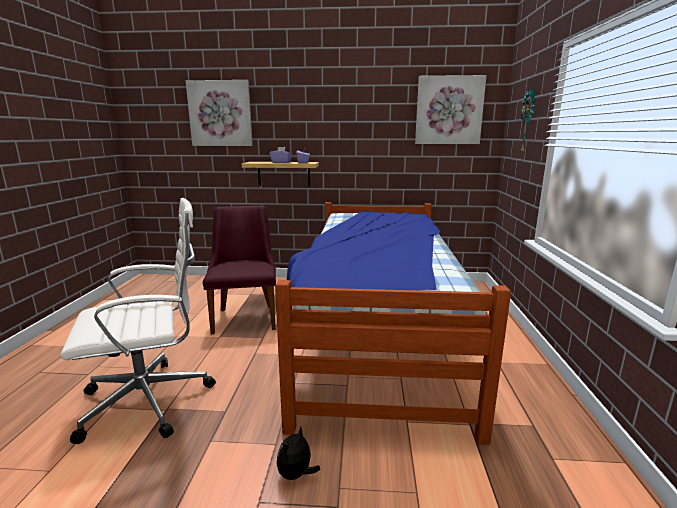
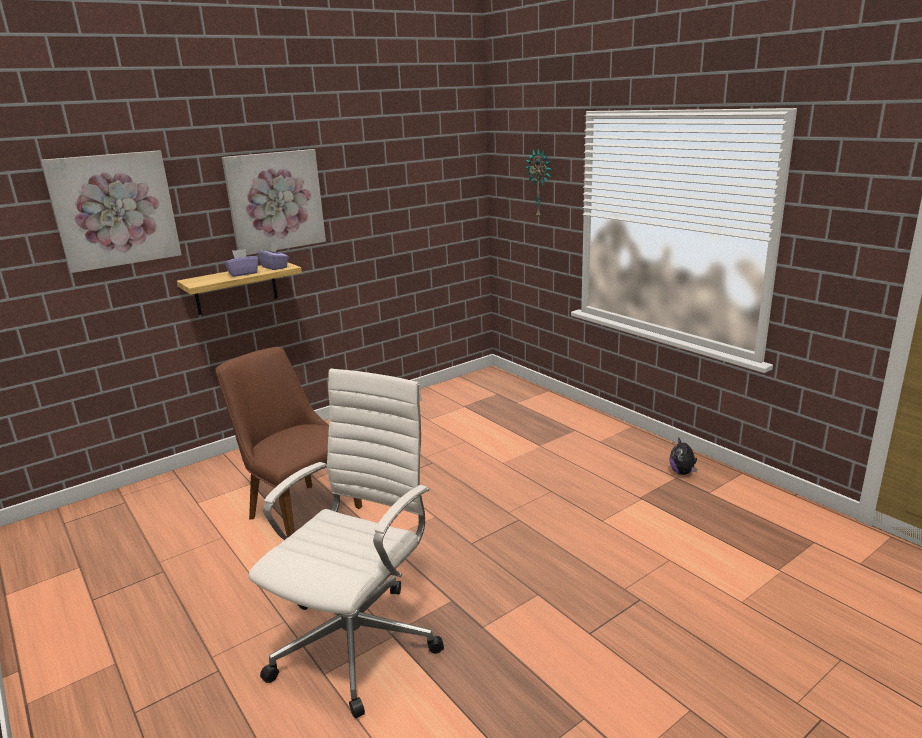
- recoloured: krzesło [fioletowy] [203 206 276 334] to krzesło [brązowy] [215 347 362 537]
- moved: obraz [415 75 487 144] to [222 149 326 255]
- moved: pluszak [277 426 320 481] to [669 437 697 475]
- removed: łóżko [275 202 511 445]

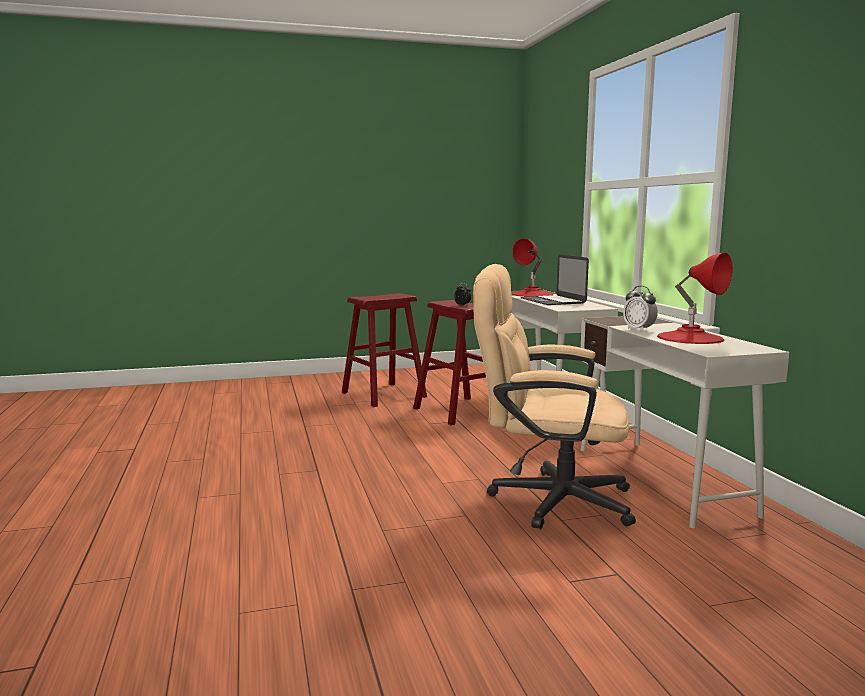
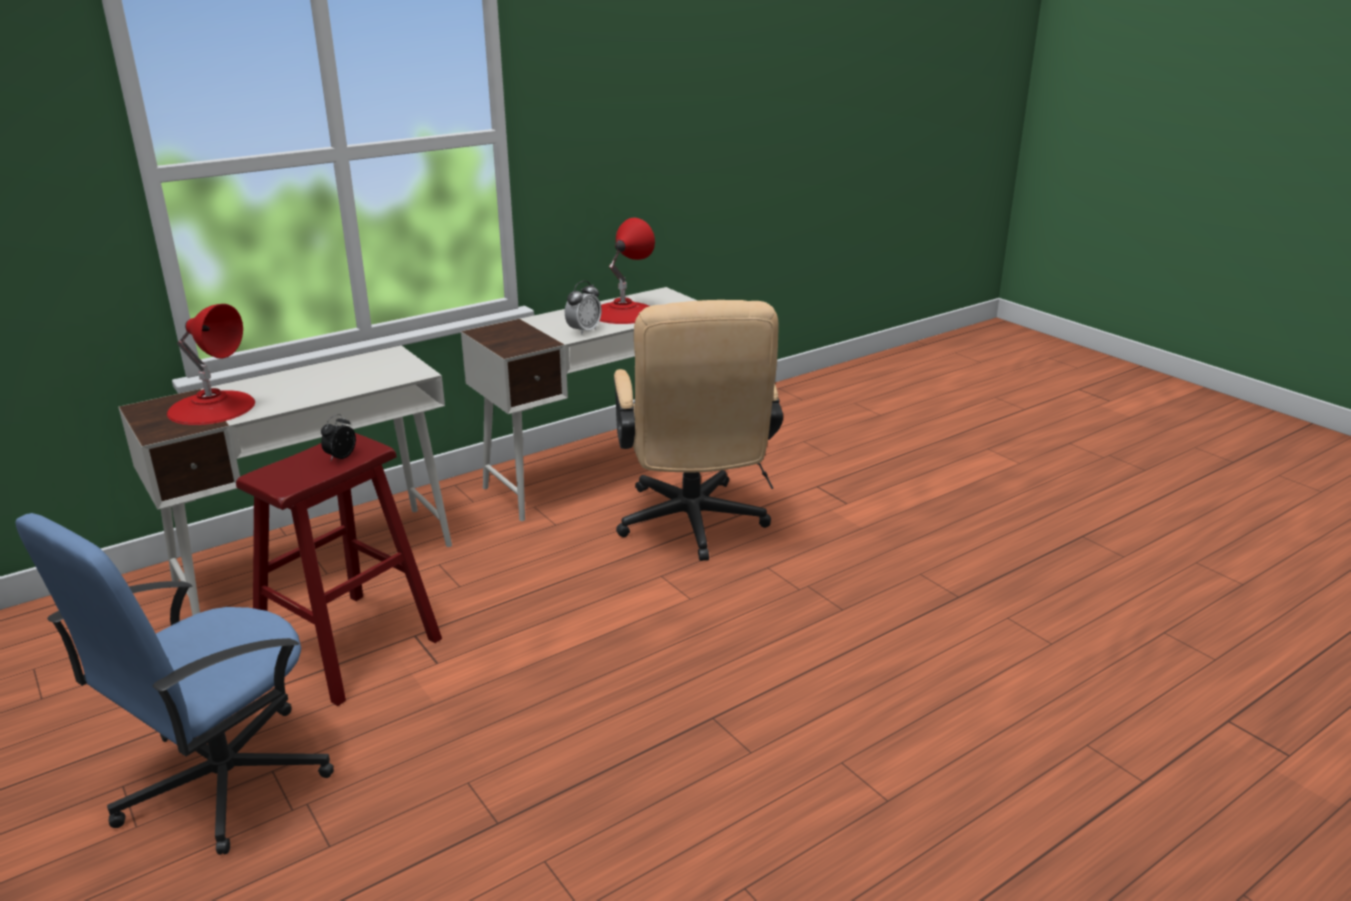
- replaced: stołek [czerwony] [342 293 427 407] to krzesło biurowe [niebieski] [15 513 334 855]
- removed: laptop [521 255 589 305]

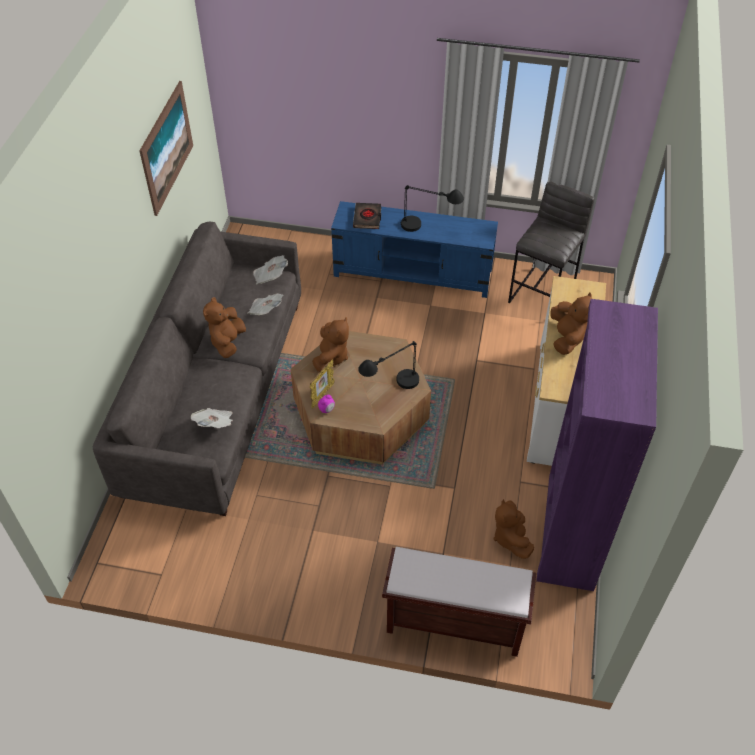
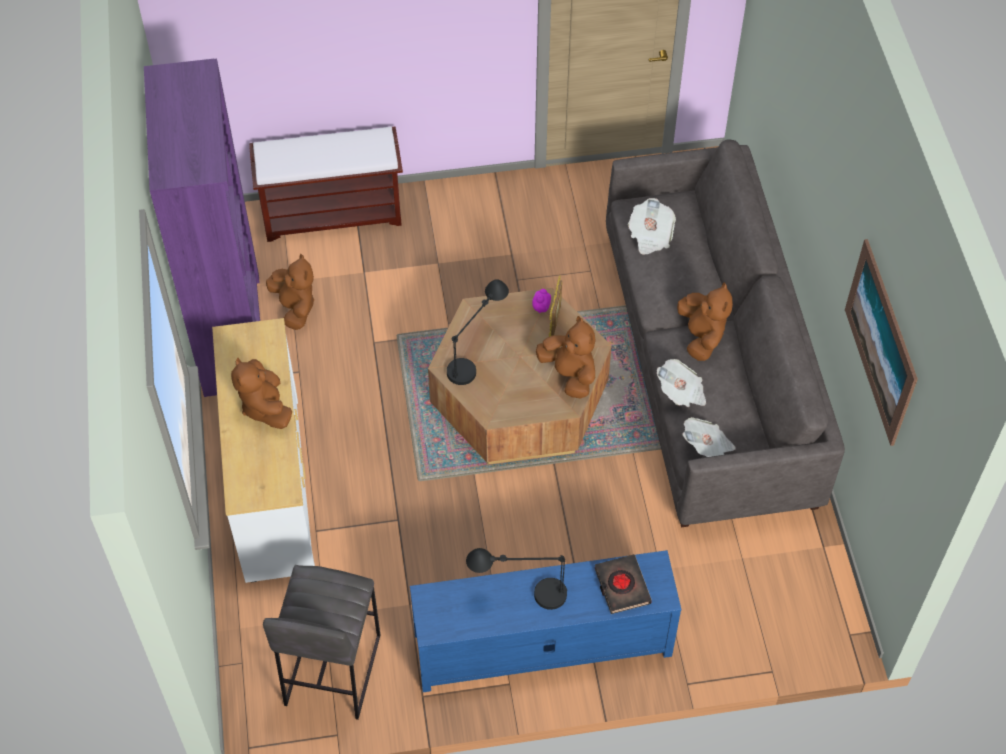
- turned: pluszak [brązowy] [312 317 349 372] = [536 316 596 399] 150 degrees clockwise

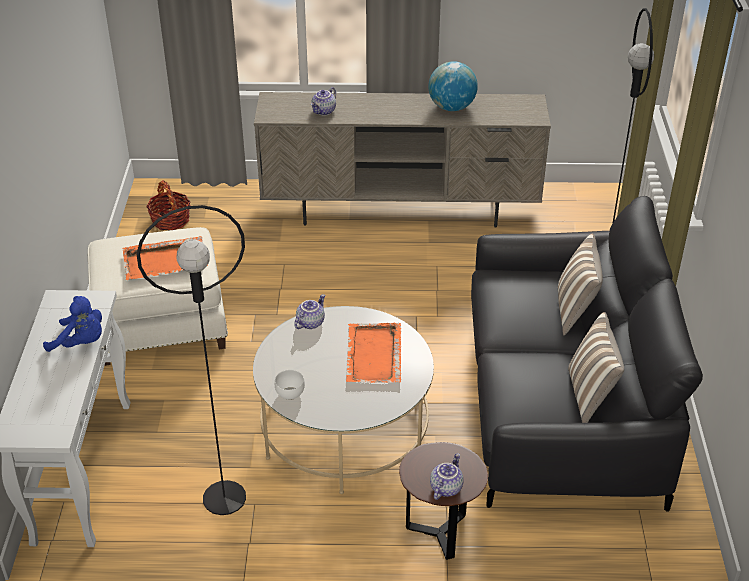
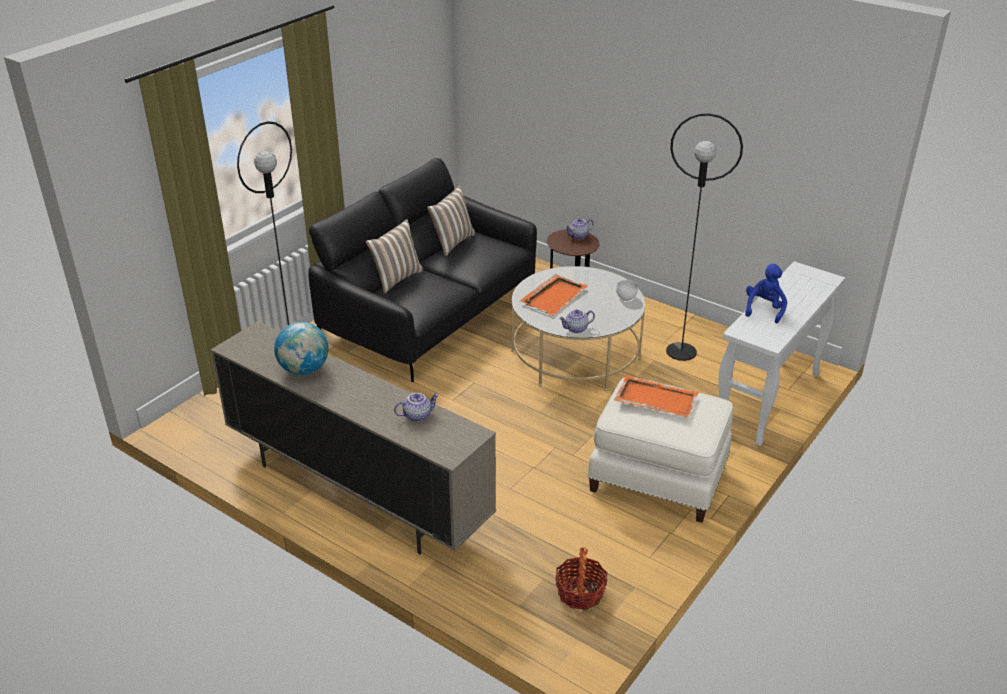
- turned: pluszak [niebieski] [43 296 102 352] = [745 264 787 324] 60 degrees clockwise

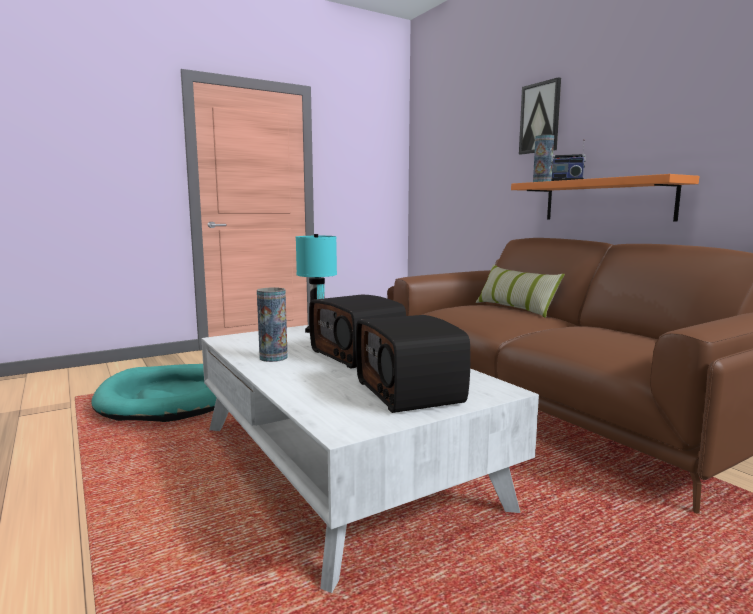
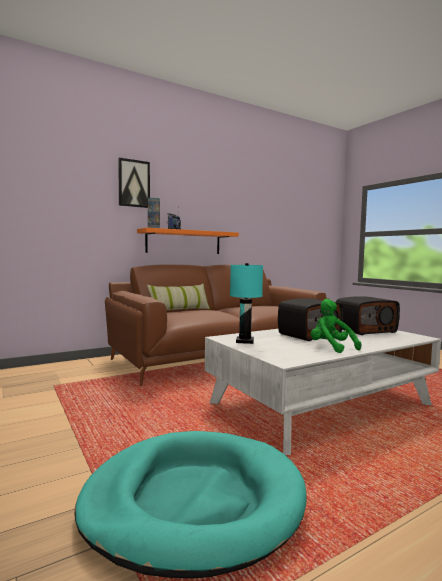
- replaced: wazon [257 287 288 362] to pluszak [zielony] [311 299 361 353]

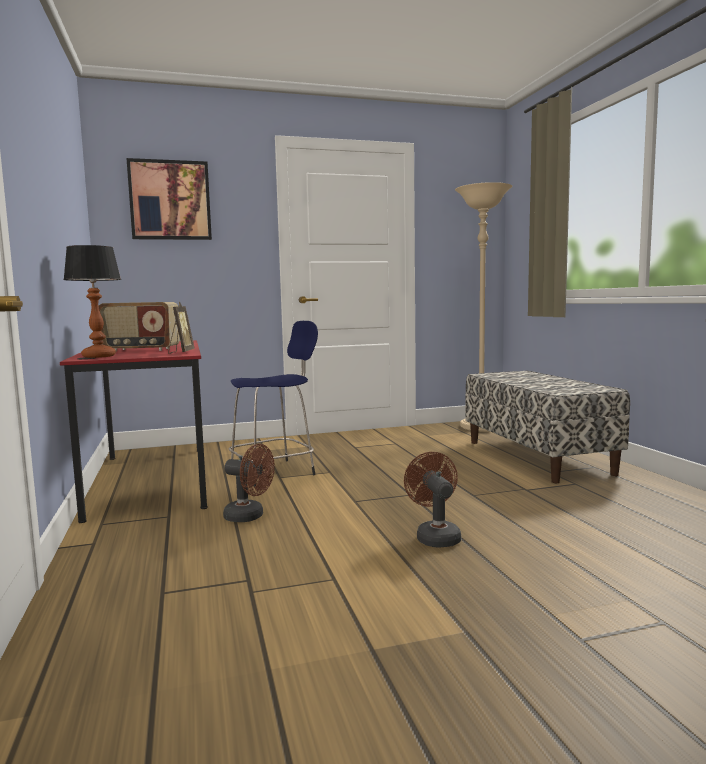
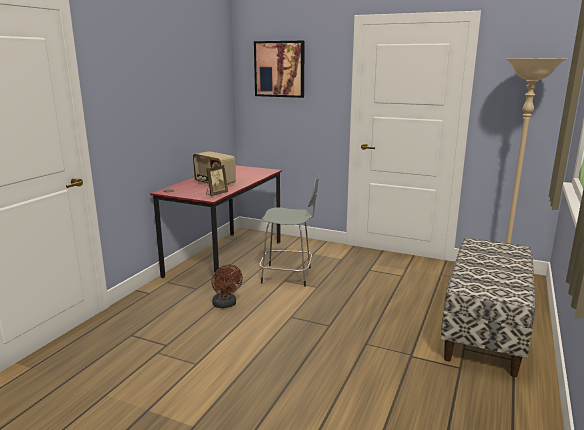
- recoloured: stołek [niebieski] [229 321 318 487] to stołek [szary] [259 175 319 286]
- removed: lampa stołowa [63 245 121 358]
- removed: wentylator [brązowy] [404 452 461 548]

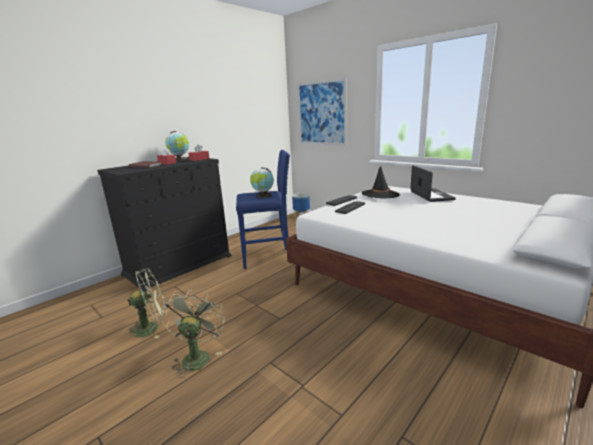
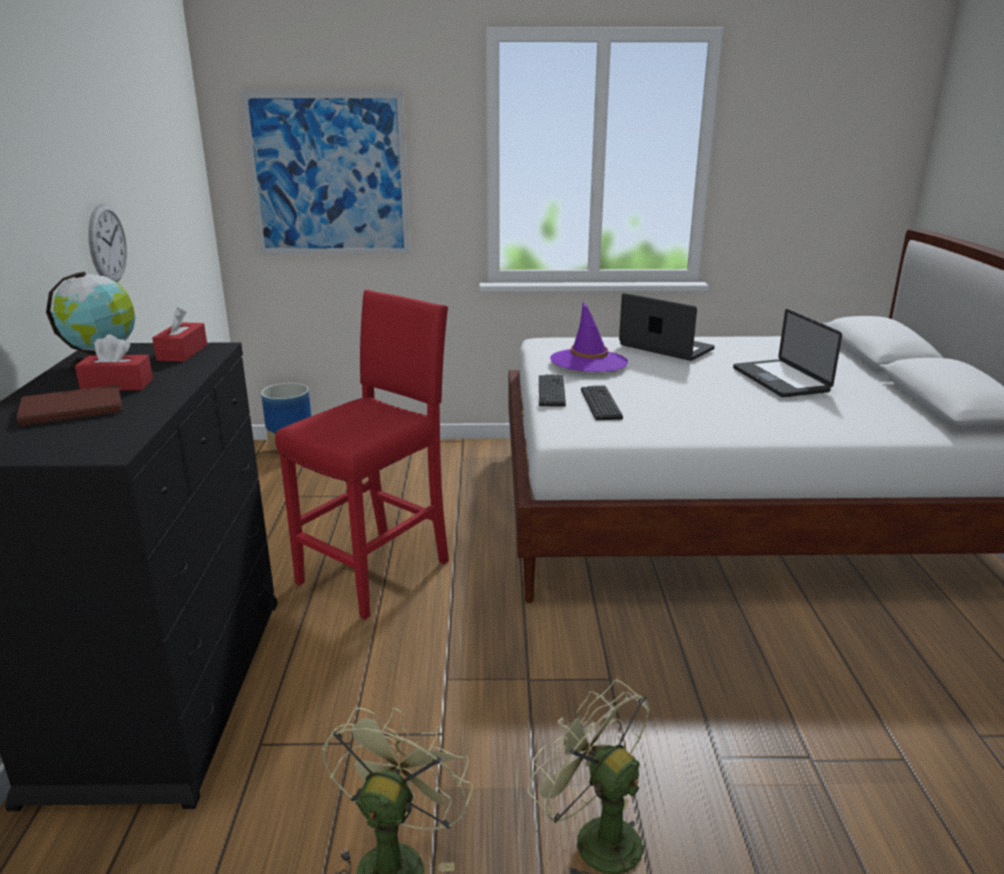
- added: zegar ścienny [88 204 127 282]
- recoloured: stołek [niebieski] [236 150 290 269] to stołek [czerwony] [275 290 449 620]
- recoloured: kapelusz [czarny] [362 166 400 199] to kapelusz [fioletowy] [550 301 628 372]
- added: laptop [733 309 842 397]
- removed: globus [250 167 274 198]

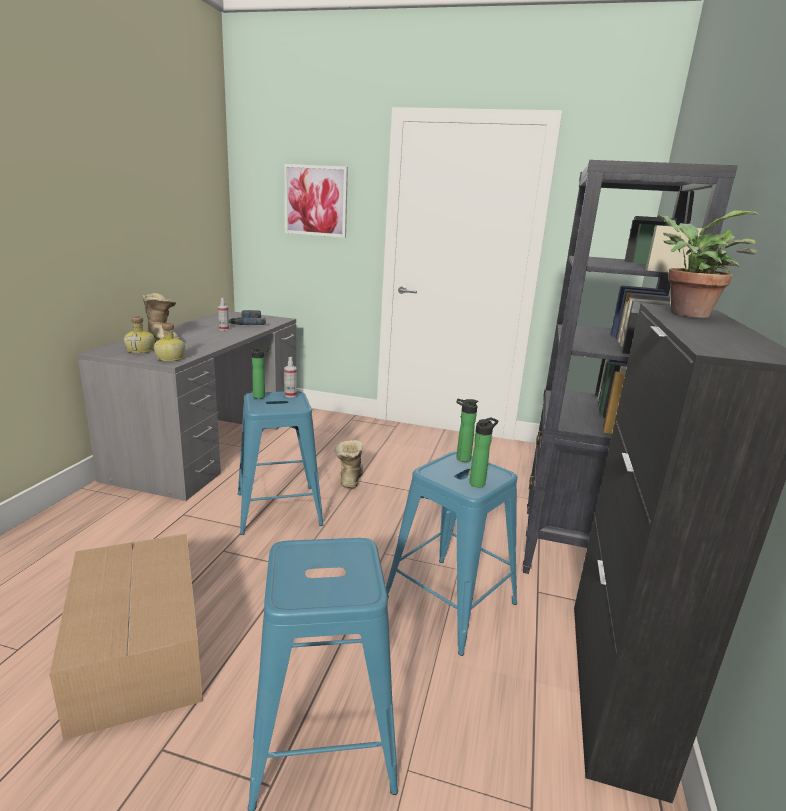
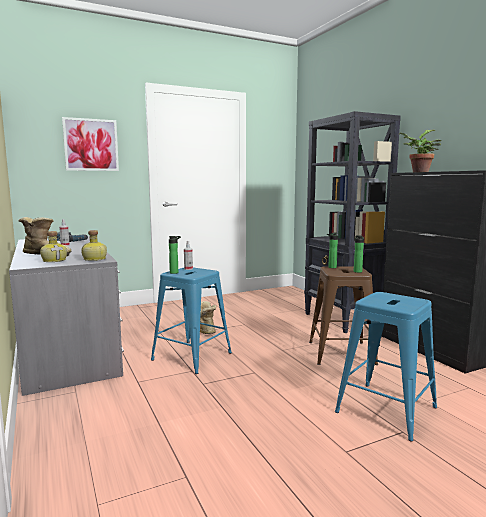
- recoloured: stołek [niebieski] [386 451 517 656] to stołek [brązowy] [309 266 378 365]
- removed: karton [50 533 203 740]

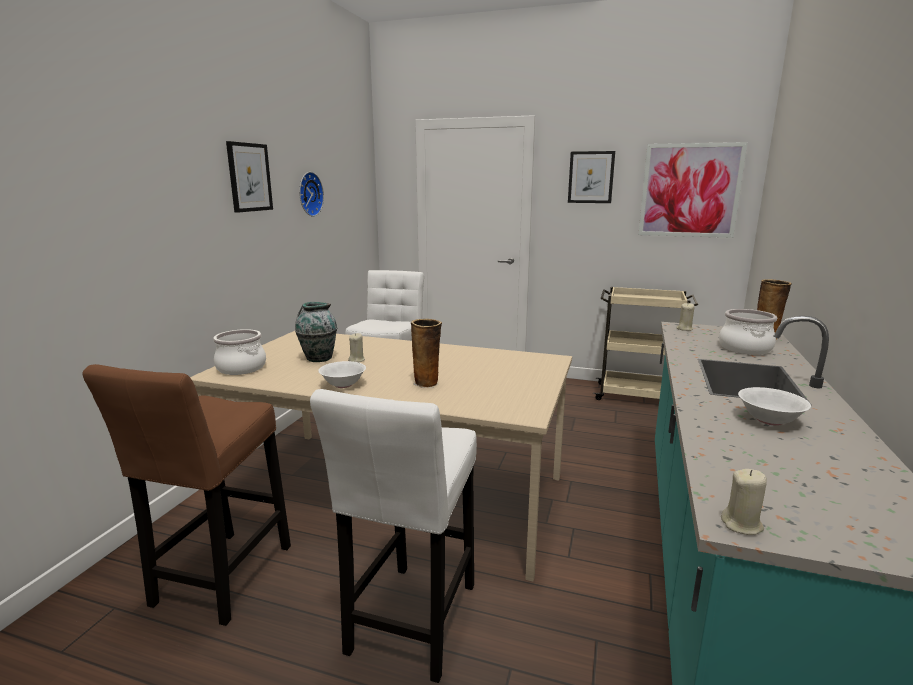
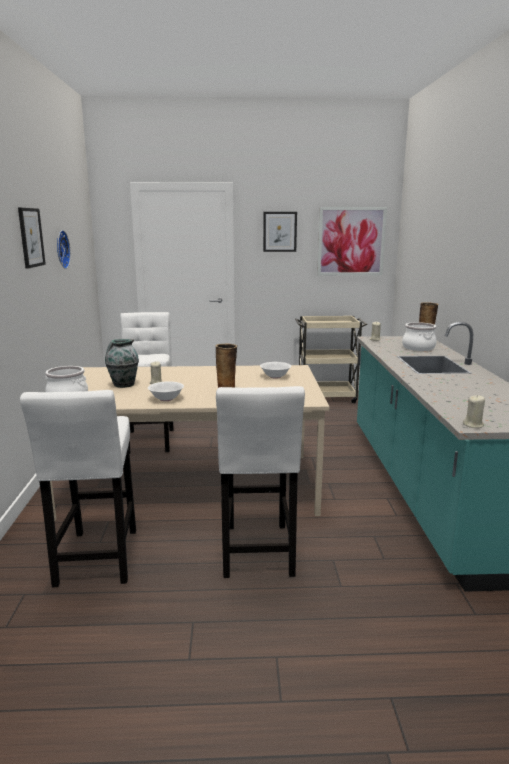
- recoloured: stołek [brązowy] [83 364 291 626] to stołek [biały] [20 390 136 587]
- moved: miska [biały] [738 387 811 426] to [260 362 291 379]

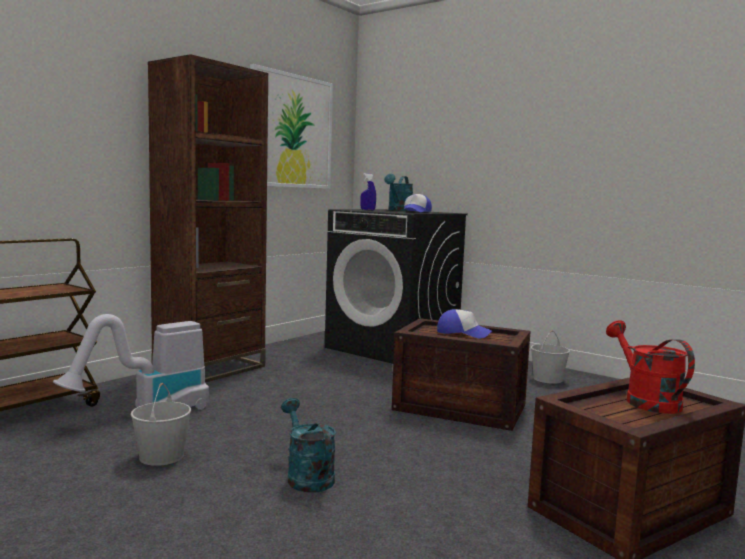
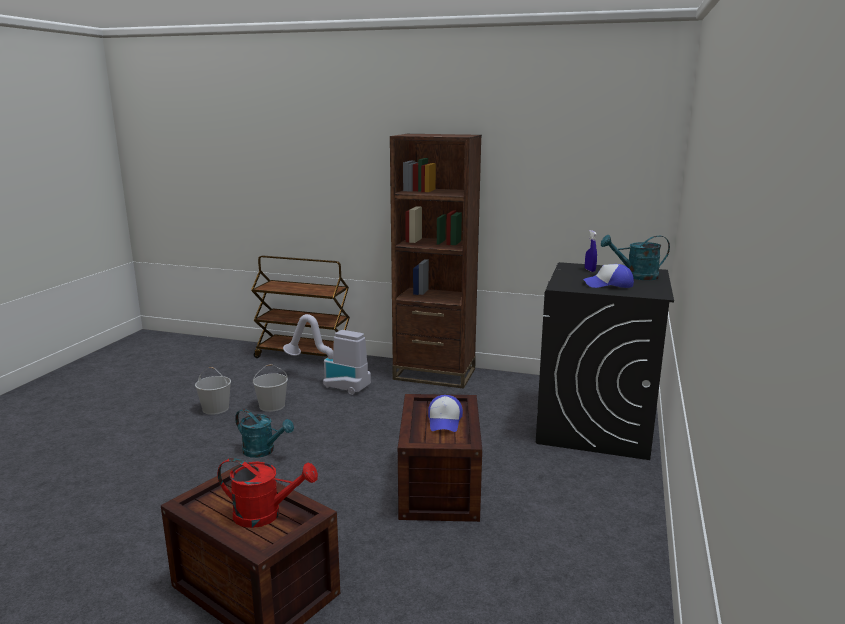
- moved: wiadro [biały] [531 330 570 384] to [195 367 231 415]
- turned: konewka [czerwony] [606 320 695 414] = [217 458 318 528] 45 degrees clockwise
- turned: konewka [turkusowy] [281 398 336 492] = [235 409 294 458] 75 degrees clockwise
- removed: obraz [250 64 333 189]

